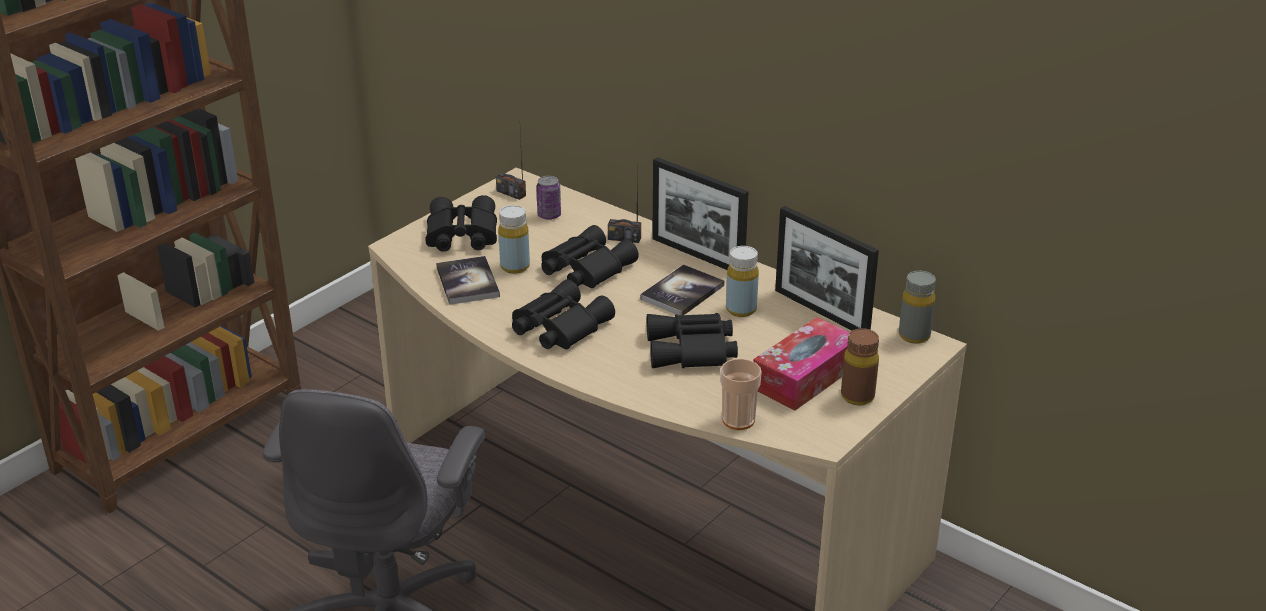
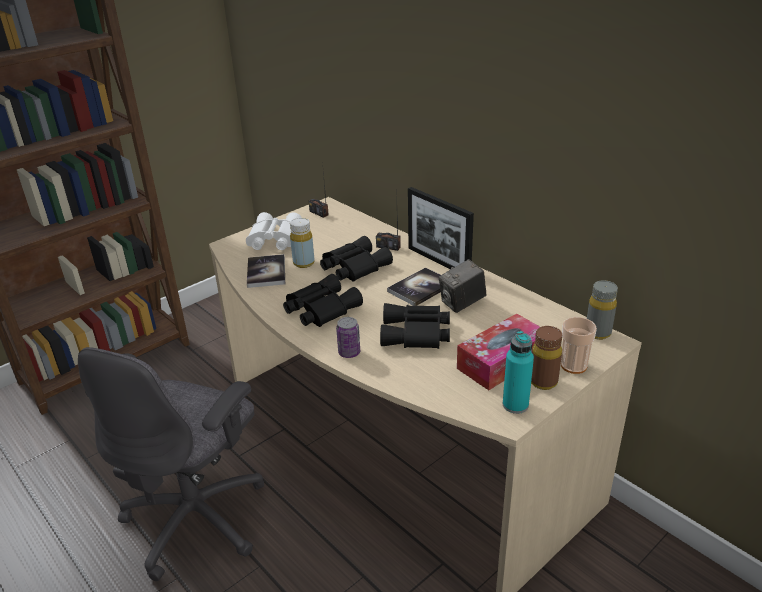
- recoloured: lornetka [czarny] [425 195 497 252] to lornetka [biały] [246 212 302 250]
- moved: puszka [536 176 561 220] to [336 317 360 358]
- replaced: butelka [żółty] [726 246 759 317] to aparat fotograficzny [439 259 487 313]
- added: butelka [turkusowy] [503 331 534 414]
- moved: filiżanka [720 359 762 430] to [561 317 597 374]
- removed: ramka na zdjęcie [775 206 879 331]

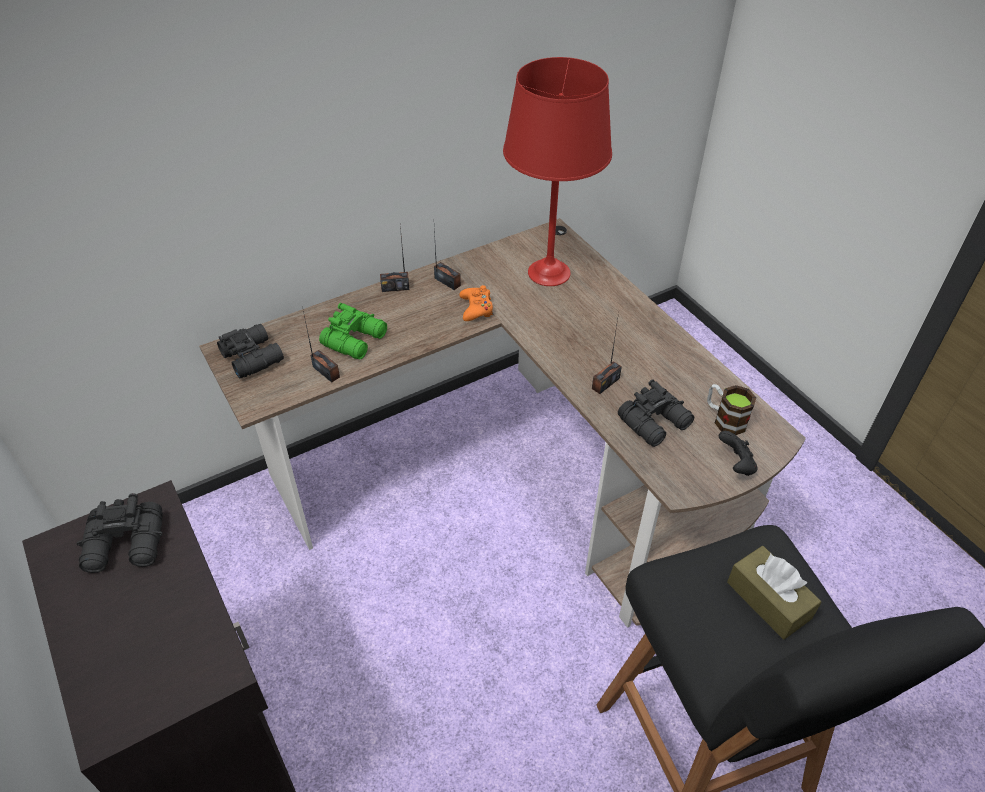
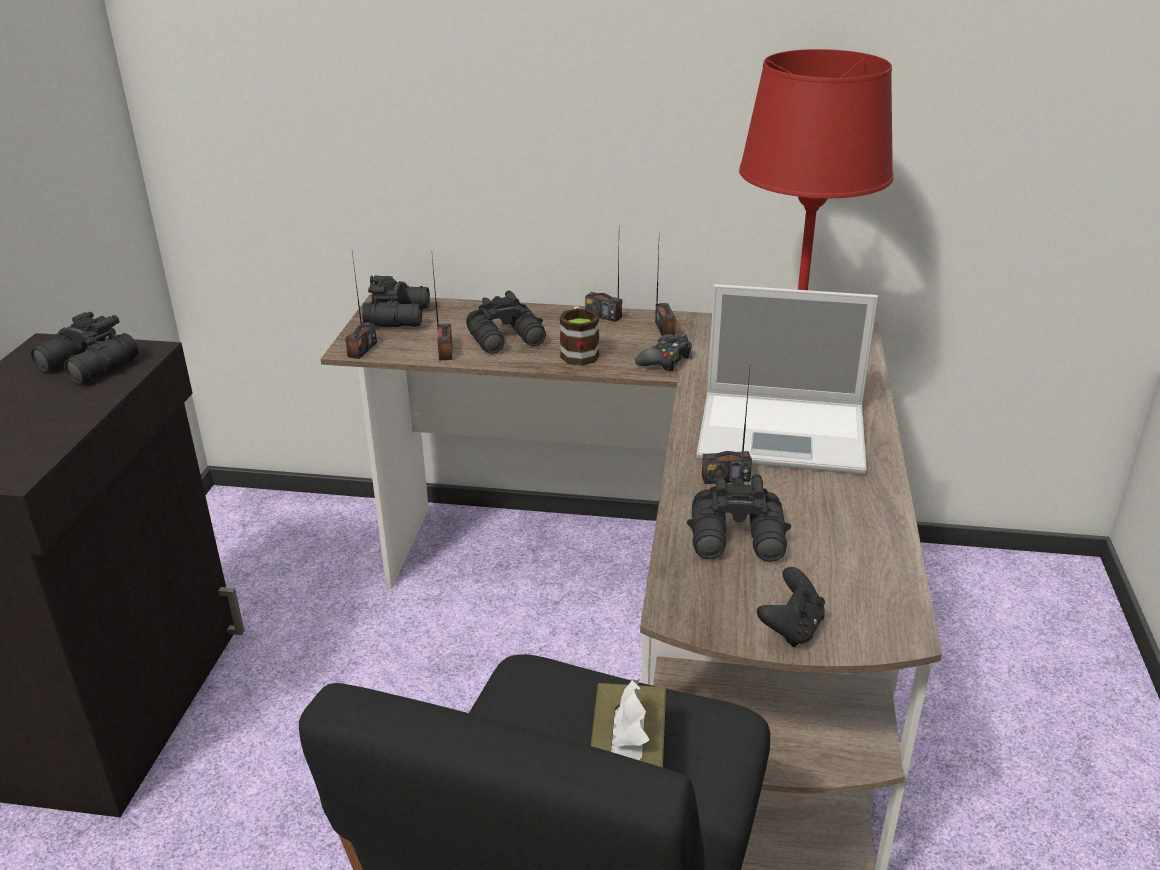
- added: radio [345 253 377 359]
- recoloured: lornetka [zielony] [319 303 387 359] to lornetka [czarny] [466 290 546 354]
- moved: kubek [707 384 756 435] to [559 306 599 366]
- recoloured: pad do gier [pomarańczowy] [459 285 494 321] to pad do gier [czarny] [635 334 692 372]
- added: laptop [696 284 878 475]

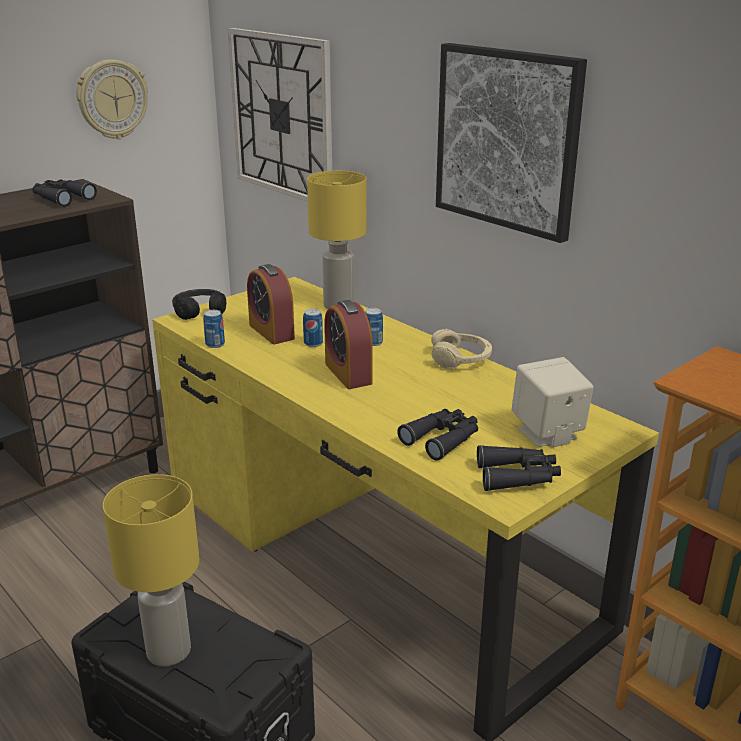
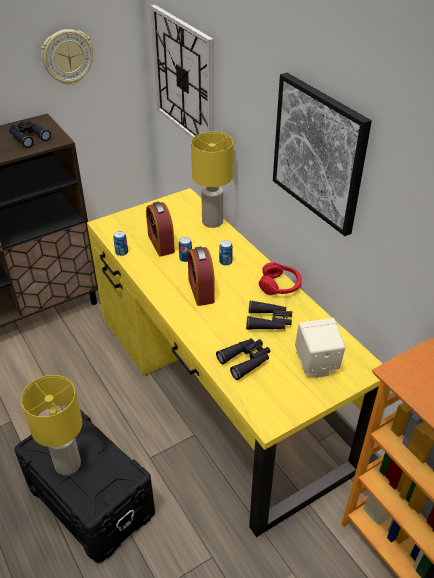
- moved: lornetka [czarny] [477 445 561 491] to [246 300 292 330]
- recoloured: słuchawki [beżowy] [431 329 492 369] to słuchawki [czerwony] [259 262 302 295]
- removed: słuchawki [czarny] [172 289 226 320]

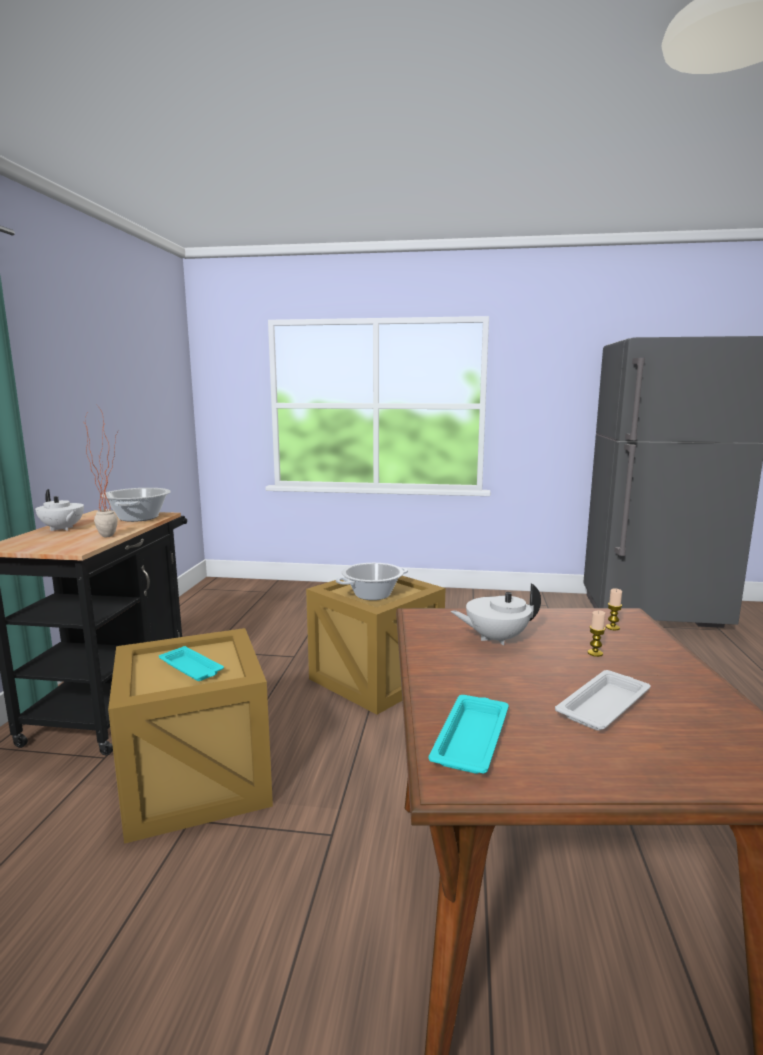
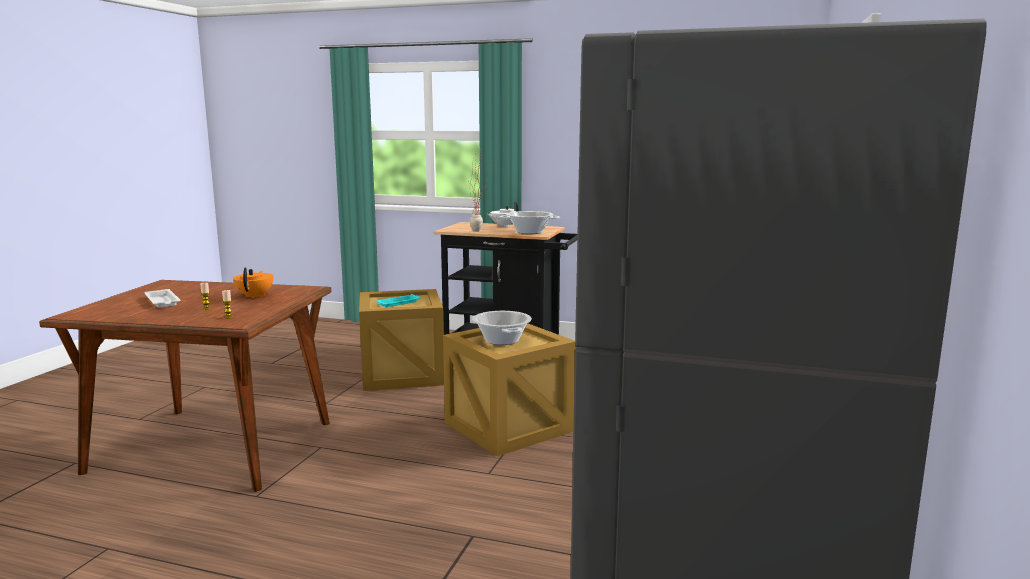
- recoloured: imbryk [biały] [450 583 541 645] to imbryk [pomarańczowy] [233 267 273 299]
- removed: taca [turkusowy] [429 695 509 774]

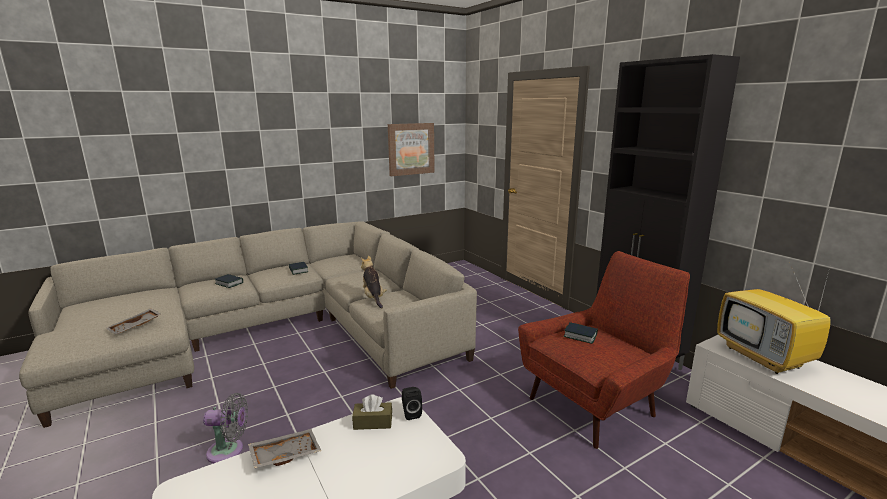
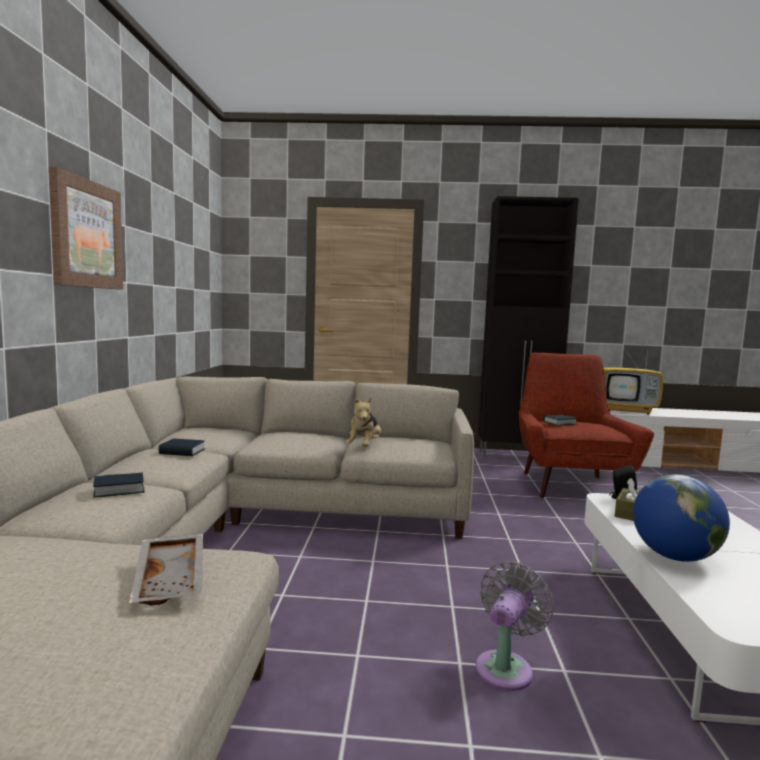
- moved: obraz [388 123 435 176] to [49 167 123 290]
- turned: pluszak [361 256 387 308] = [346 397 381 446] 90 degrees counterclockwise
- replaced: taca [szary] [248 429 321 468] to globus [633 475 730 562]

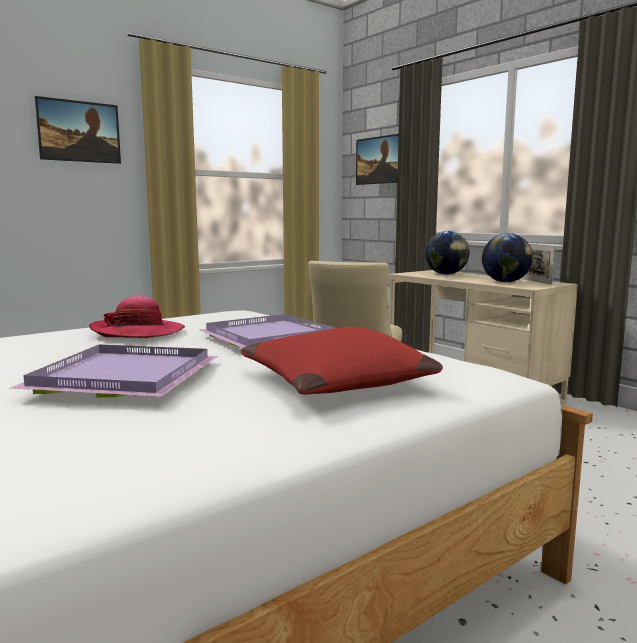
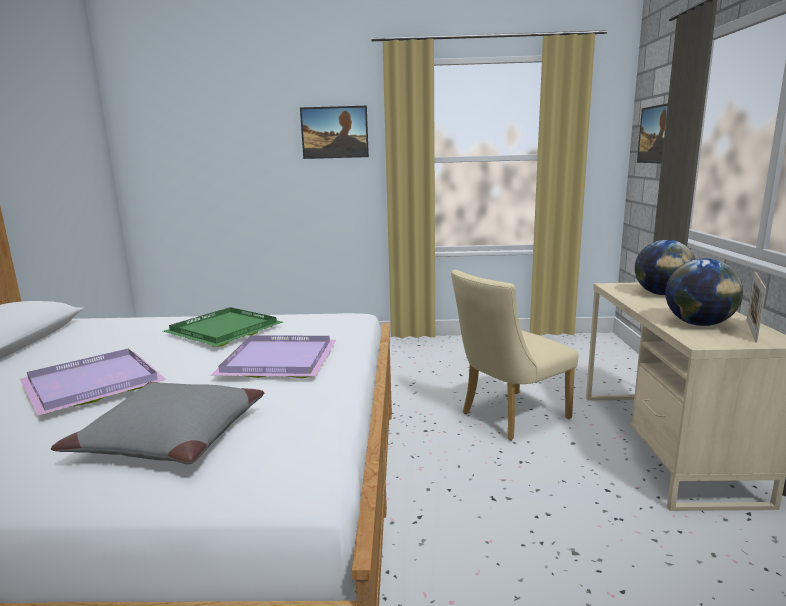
- recoloured: poduszka [czerwony] [241 327 443 395] to poduszka [szary] [51 382 264 464]
- replaced: kapelusz [89 296 185 338] to taca [zielony] [163 307 283 347]

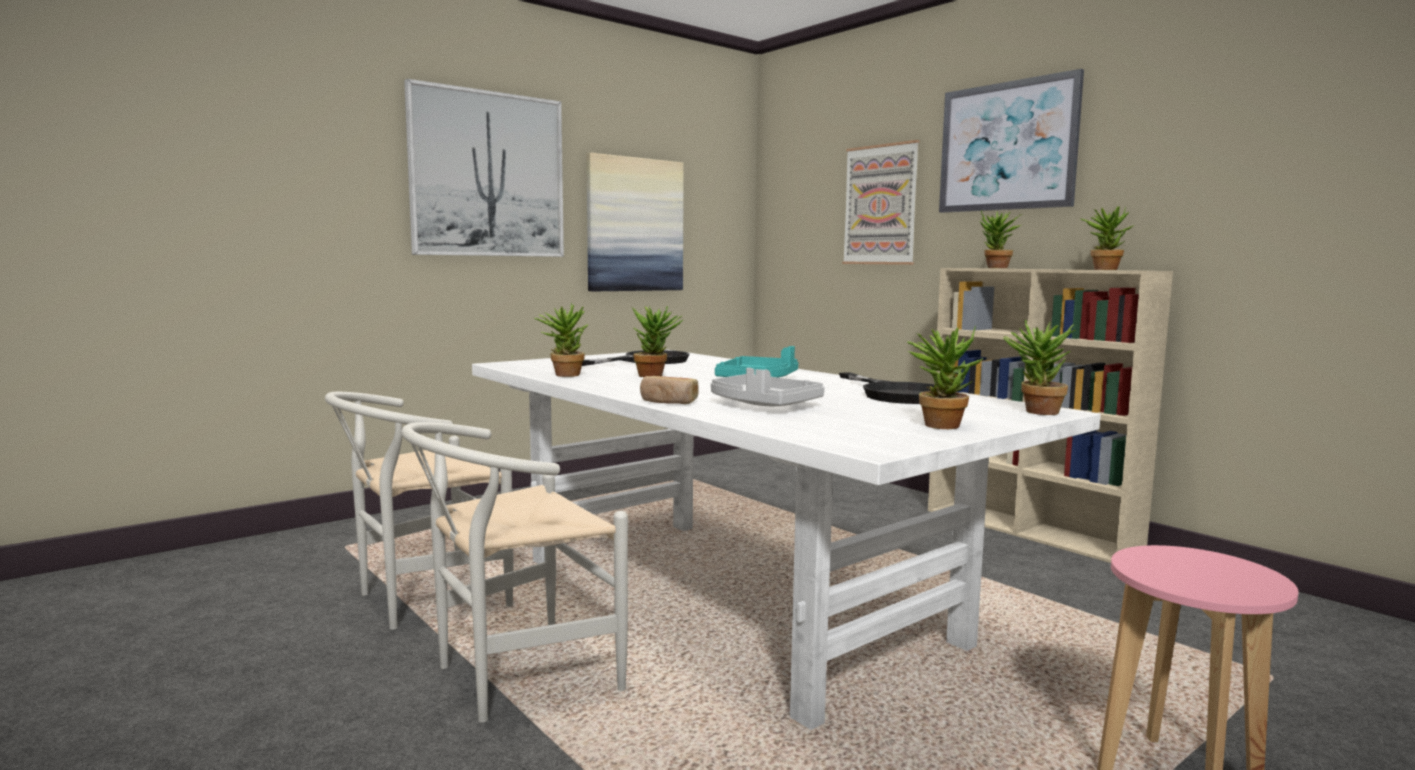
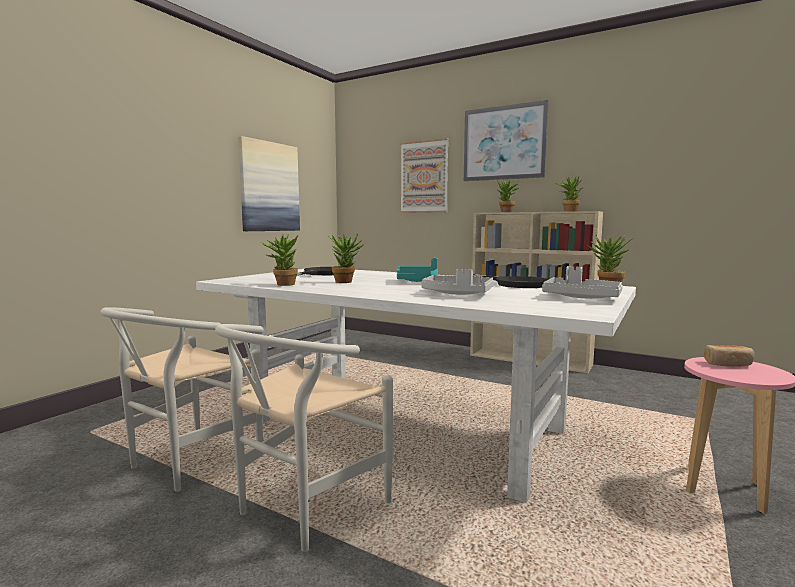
- replaced: roślina doniczkowa [907 326 984 429] to taca [szary] [542 266 623 299]
- moved: chleb [640 376 698 404] to [704 345 754 367]
- removed: obraz [404 79 564 257]

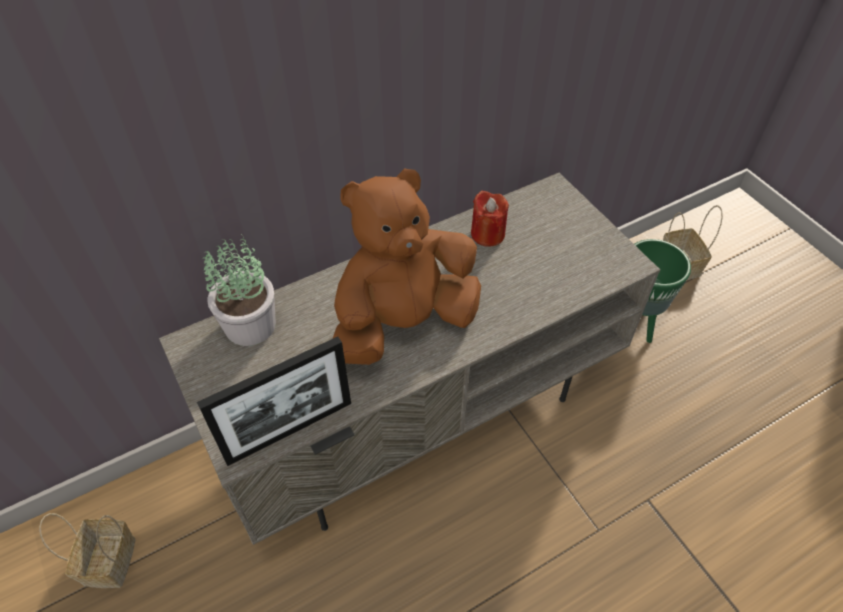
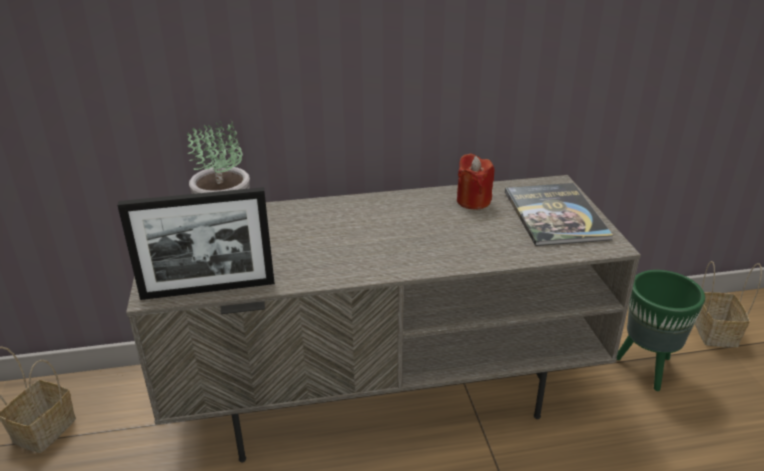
- added: książka [505 183 614 246]
- removed: pluszak [brązowy] [333 169 481 365]

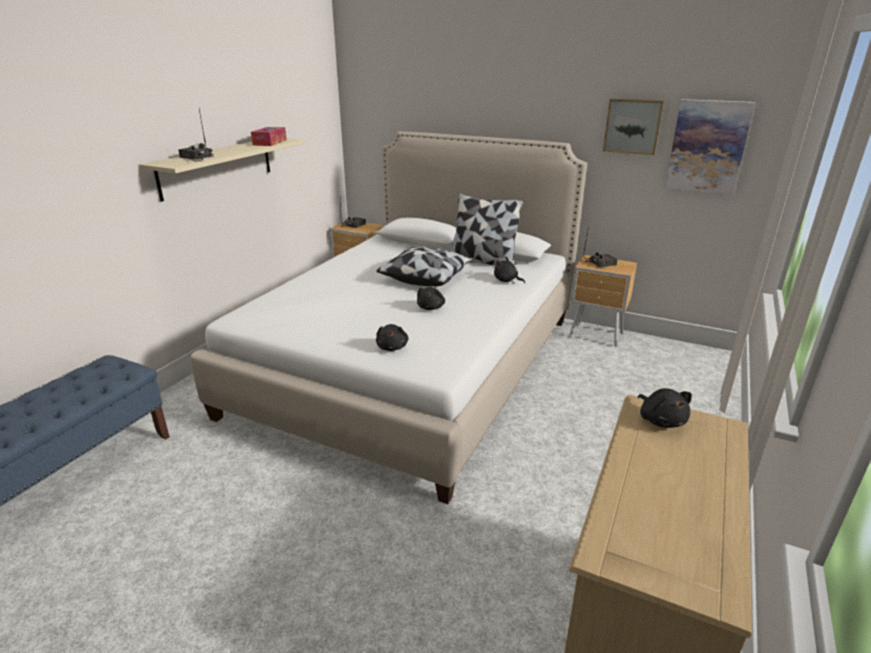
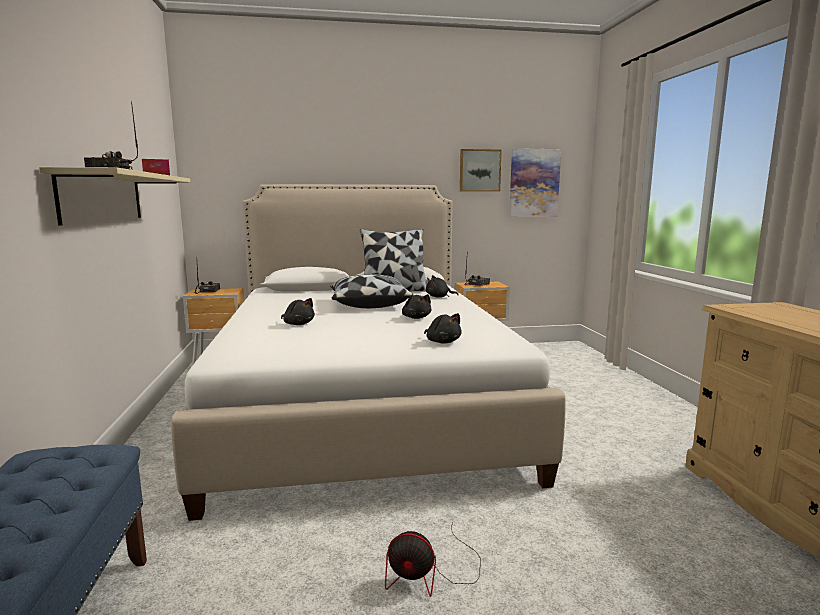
- moved: pluszak [czarny] [638 388 692 428] to [281 298 315 325]
- added: wentylator [385 522 481 597]

